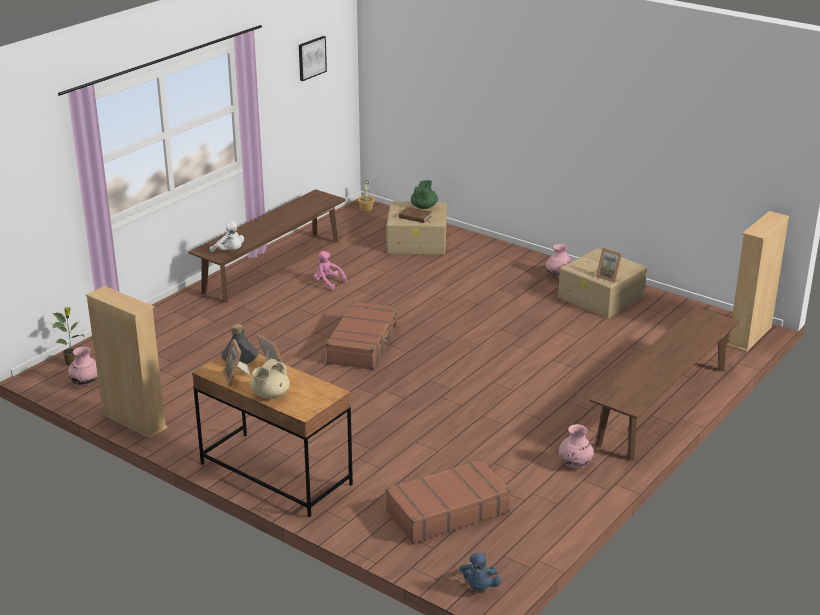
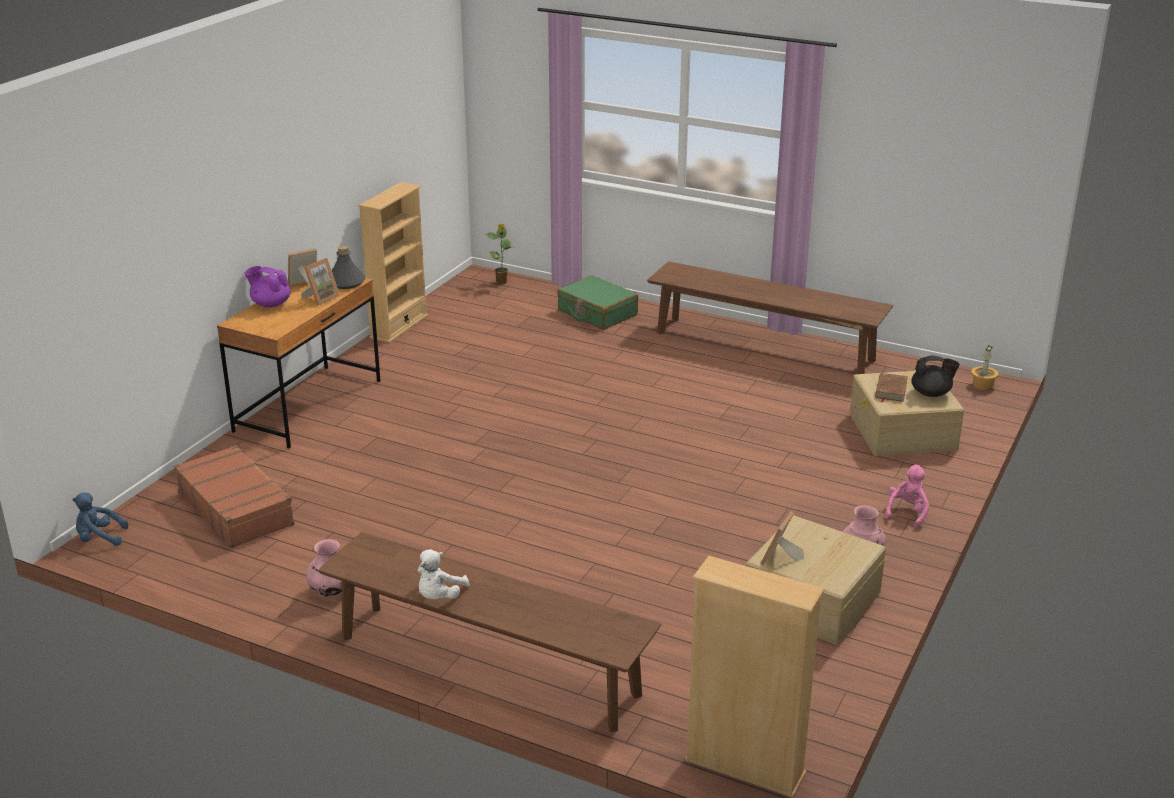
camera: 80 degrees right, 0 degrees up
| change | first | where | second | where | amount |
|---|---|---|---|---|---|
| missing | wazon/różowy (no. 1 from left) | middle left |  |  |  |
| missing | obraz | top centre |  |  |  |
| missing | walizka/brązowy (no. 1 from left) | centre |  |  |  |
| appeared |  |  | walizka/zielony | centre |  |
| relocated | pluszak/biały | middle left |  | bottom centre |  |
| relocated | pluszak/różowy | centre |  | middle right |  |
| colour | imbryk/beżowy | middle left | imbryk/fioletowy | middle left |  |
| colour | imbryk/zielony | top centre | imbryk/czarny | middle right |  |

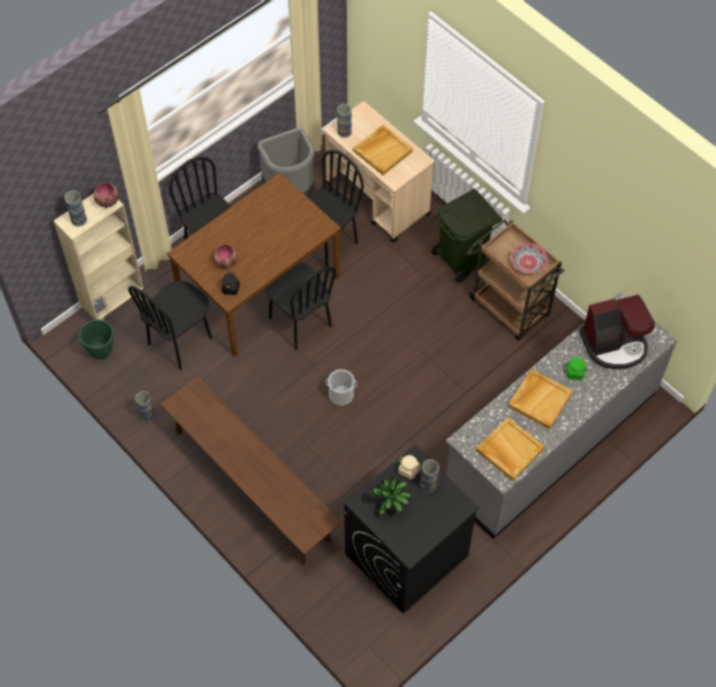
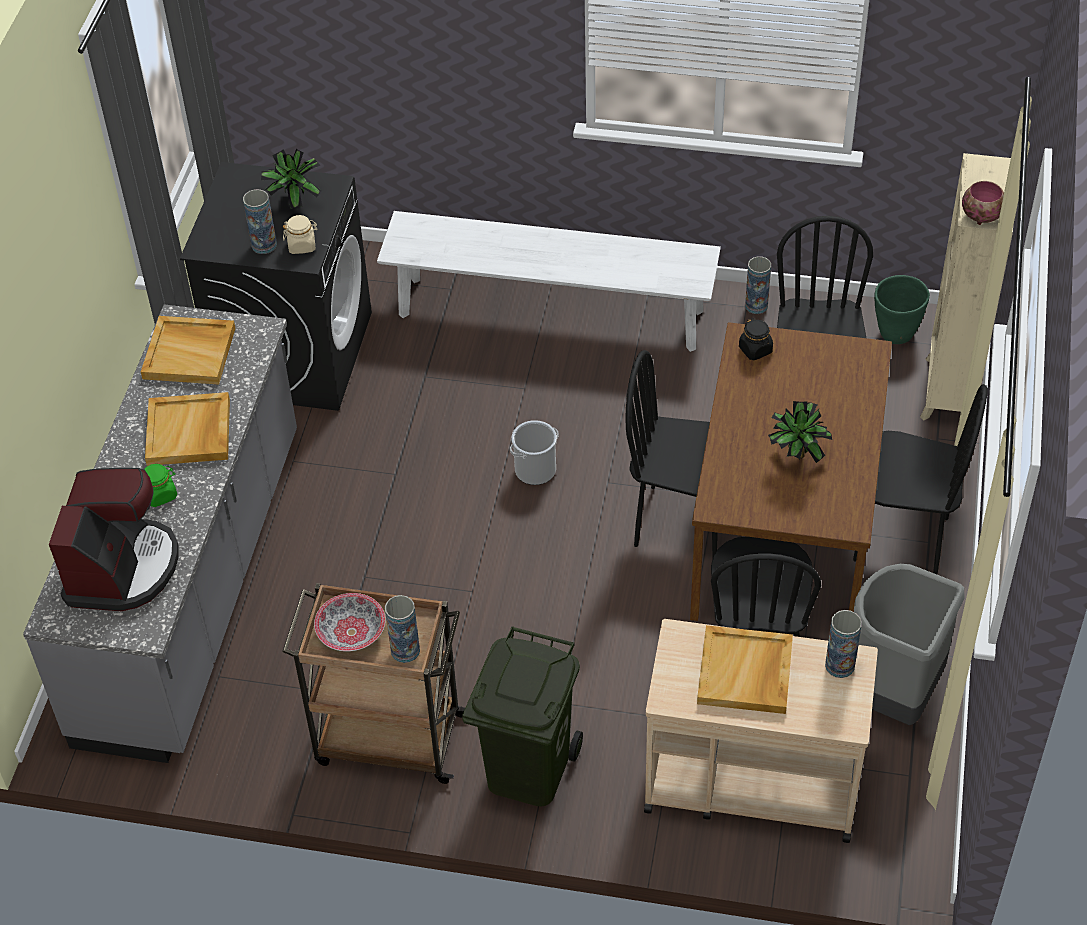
camera: 145 degrees right, 10 degrees down
| change | first | where | second | where | amount |
|---|---|---|---|---|---|
| missing | miska (no. 2 from left) | middle left |  |  |  |
| appeared |  |  | roślina doniczkowa (no. 2 from left) | middle right |  |
| relocated | wazon (no. 1 from left in the first image) | top left | wazon (no. 2 from left) | bottom centre |  |
| colour | ławka/brązowy | bottom centre | ławka/biały | top centre |  |
| spun | ekspres do kawy | middle right |  | middle left | 150 degrees clockwise |

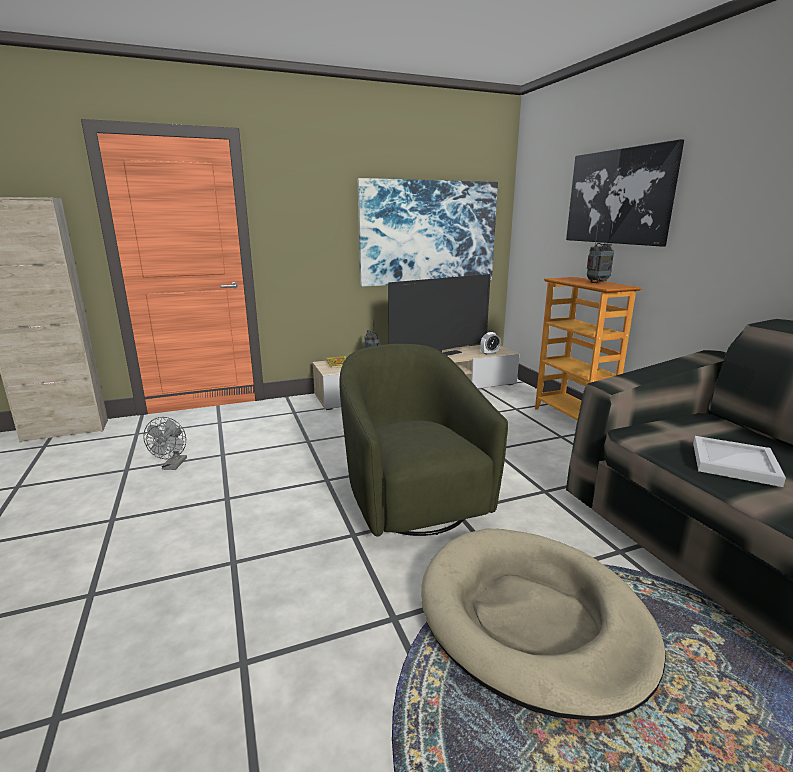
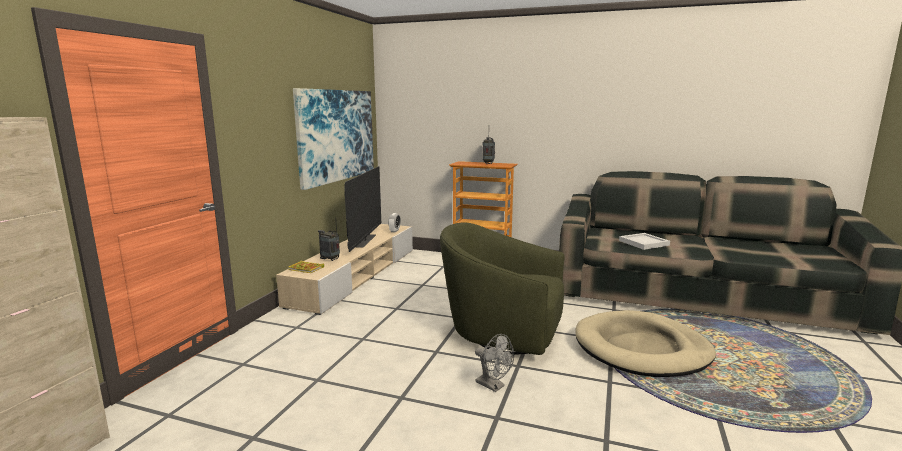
camera: 50 degrees left, 5 degrees down
| change | first | where | second | where | amount |
|---|---|---|---|---|---|
| missing | obraz (no. 2 from left) | top right |  |  |  |
| relocated | wentylator/szary | middle left |  | bottom centre |  |

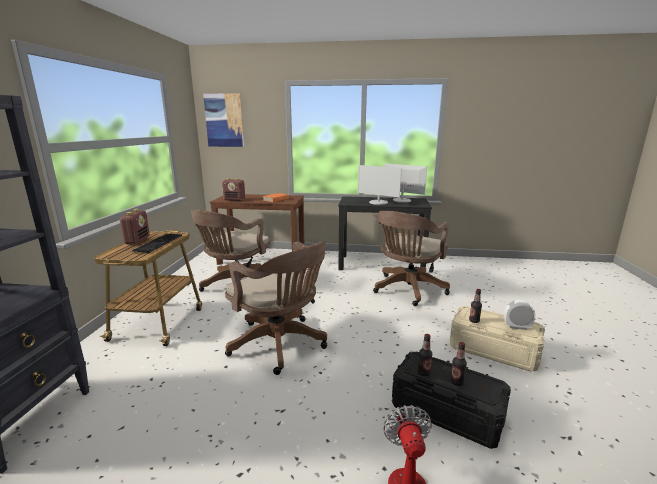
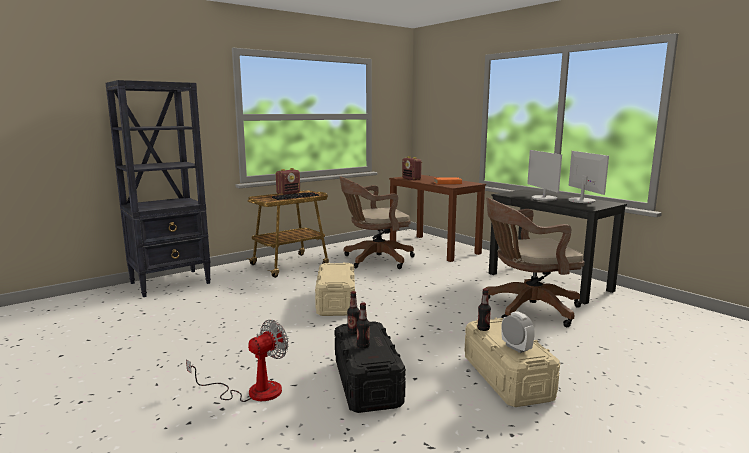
camera: 45 degrees right, 5 degrees down
| change | first | where | second | where | amount |
|---|---|---|---|---|---|
| missing | obraz | top centre |  |  |  |
| exchanged | krzesło biurowe/brązowy (no. 2 from left) | centre | pojemnik do przechowywania/beżowy (no. 1 from left) | centre |  |

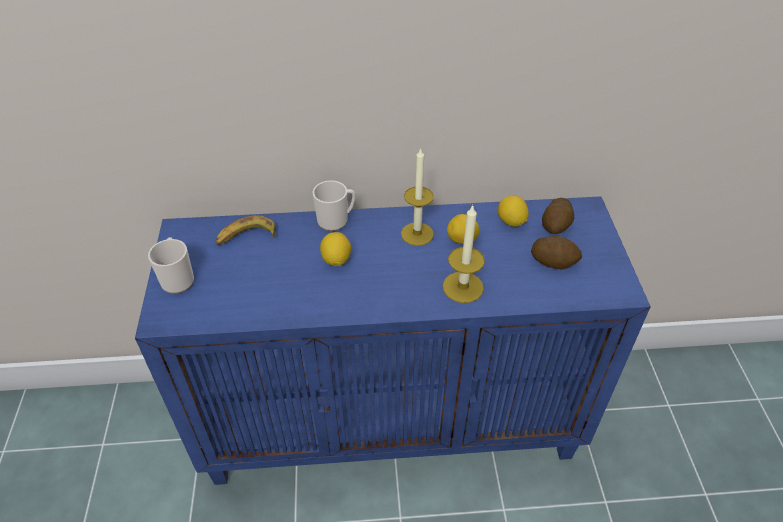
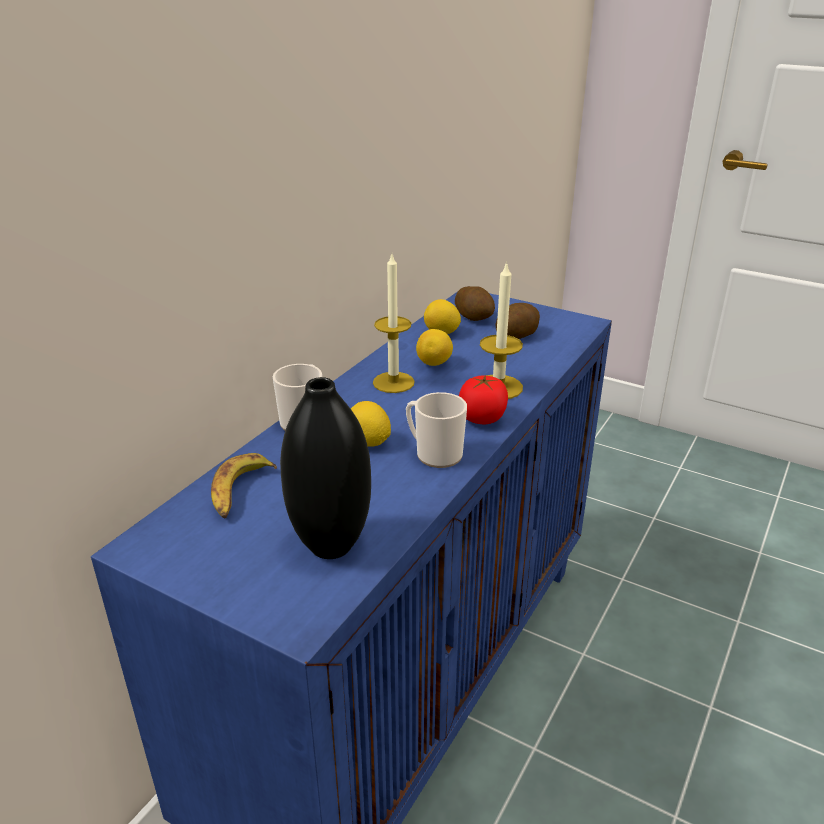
camera: 55 degrees left, 15 degrees down
| change | first | where | second | where | amount |
|---|---|---|---|---|---|
| appeared |  |  | wazon/czarny | centre |  |
| appeared |  |  | pomidor | centre |  |
| relocated | kubek (no. 1 from left in the first image) | middle left | kubek (no. 2 from left) | centre |  |

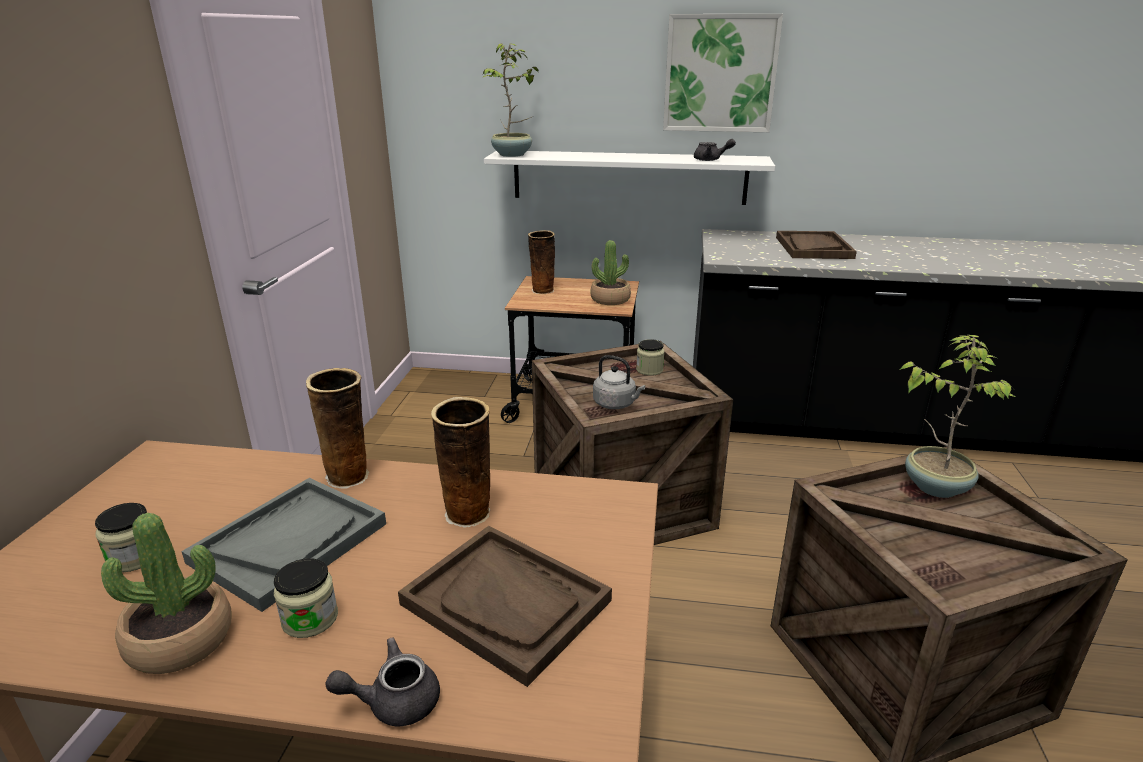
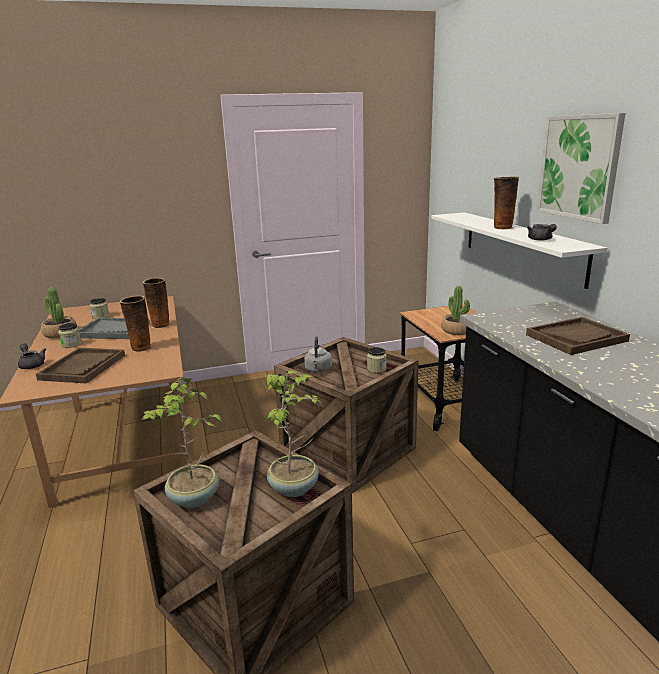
camera: 65 degrees right, 5 degrees down
| change | first | where | second | where | amount |
|---|---|---|---|---|---|
| relocated | roślina doniczkowa (no. 2 from left) | top centre |  | middle left |  |
| relocated | wazon (no. 3 from left) | centre |  | top right |  |

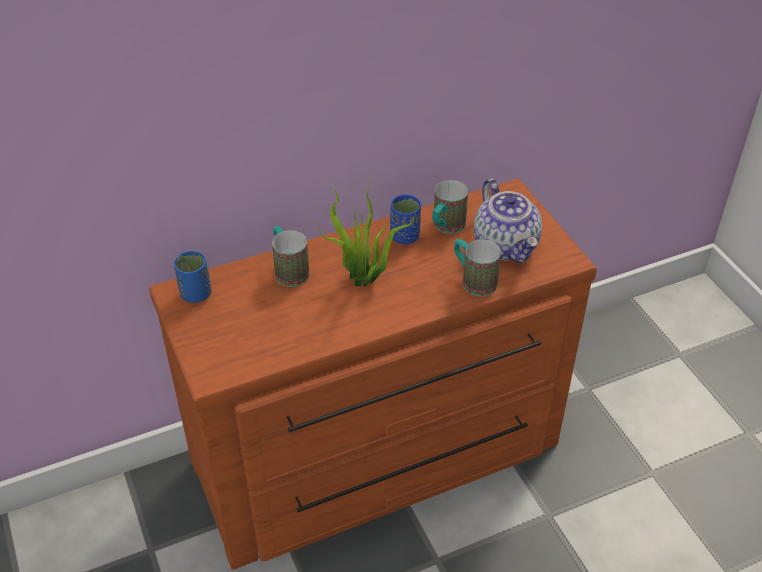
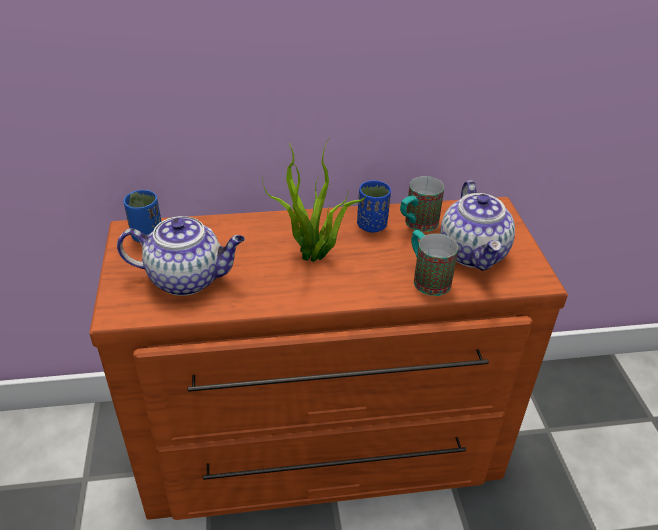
camera: 15 degrees right, 5 degrees down
| change | first | where | second | where | amount |
|---|---|---|---|---|---|
| missing | kubek (no. 1 from left) | centre |  |  |  |
| appeared |  |  | imbryk (no. 1 from left) | middle left |  |

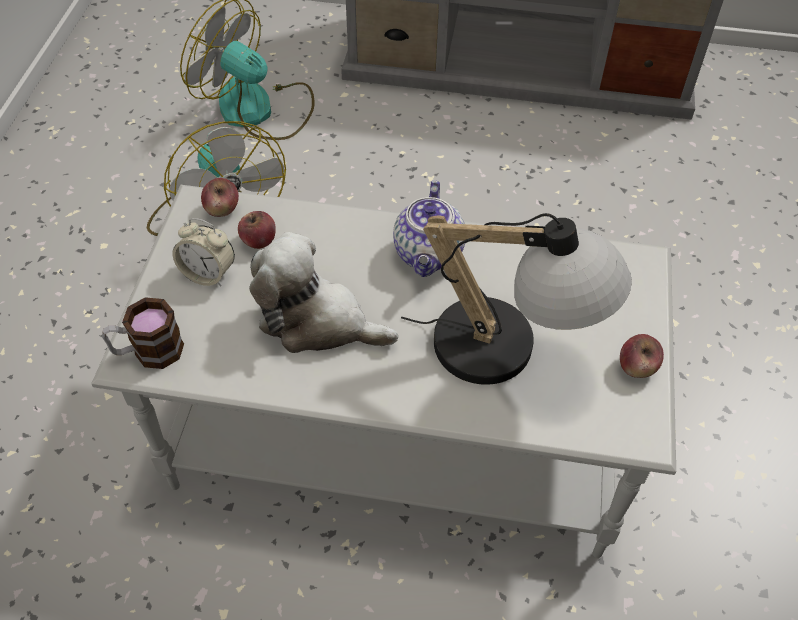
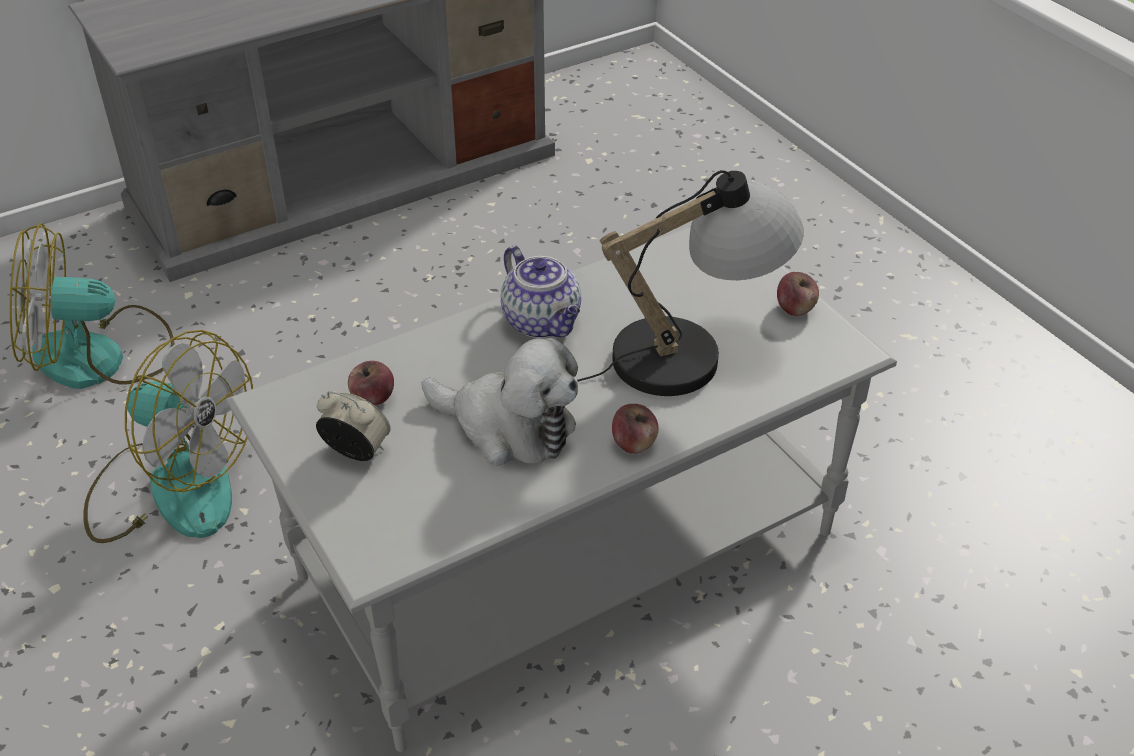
camera: 40 degrees left, 10 degrees down
| change | first | where | second | where | amount |
|---|---|---|---|---|---|
| missing | kubek | middle left |  |  |  |
| relocated | jabłko (no. 1 from left in the first image) | top left | jabłko (no. 2 from left) | centre |  |
| spun | budzik | middle left |  | middle left | 135 degrees counterclockwise |
| spun | pluszak | centre |  | centre | 135 degrees counterclockwise |

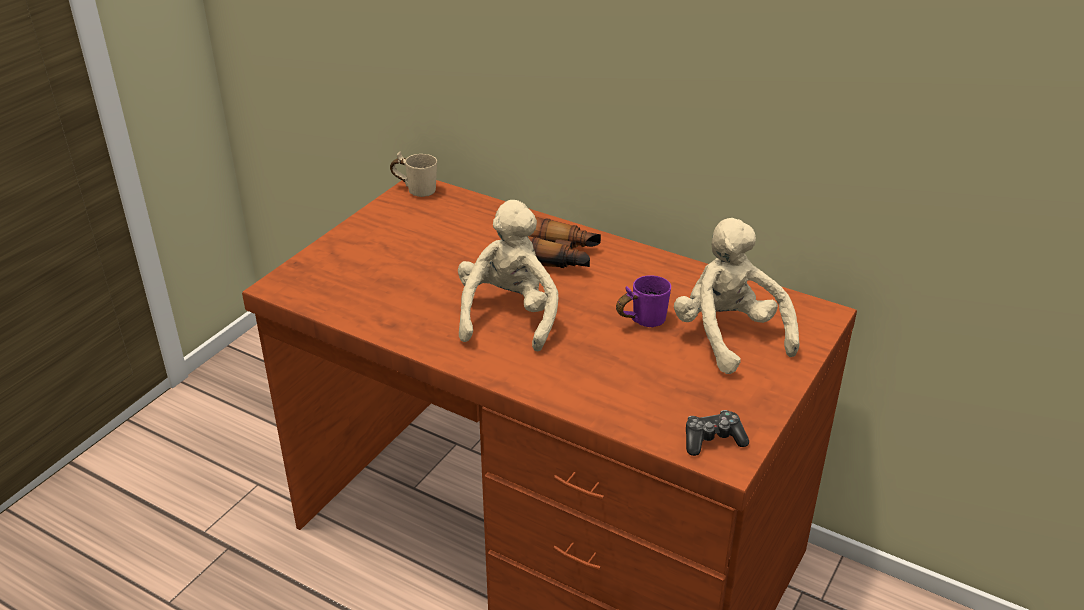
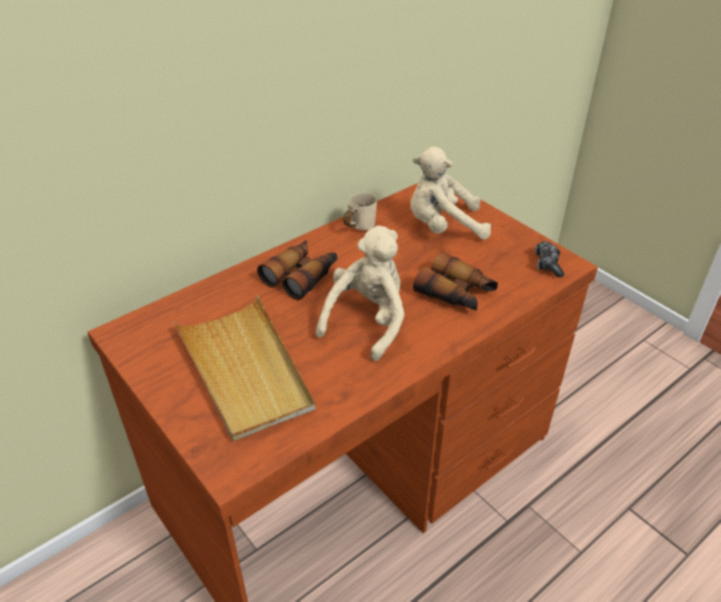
camera: 70 degrees left, 5 degrees up
| change | first | where | second | where | amount |
|---|---|---|---|---|---|
| missing | kubek/fioletowy | centre |  |  |  |
| appeared |  |  | taca/beżowy | centre |  |
| appeared |  |  | lornetka (no. 2 from left) | centre |  |
| relocated | kubek/beżowy | top centre |  | centre |  |
| spun | pluszak/beżowy (no. 1 from left) | centre |  | centre | 90 degrees clockwise |

